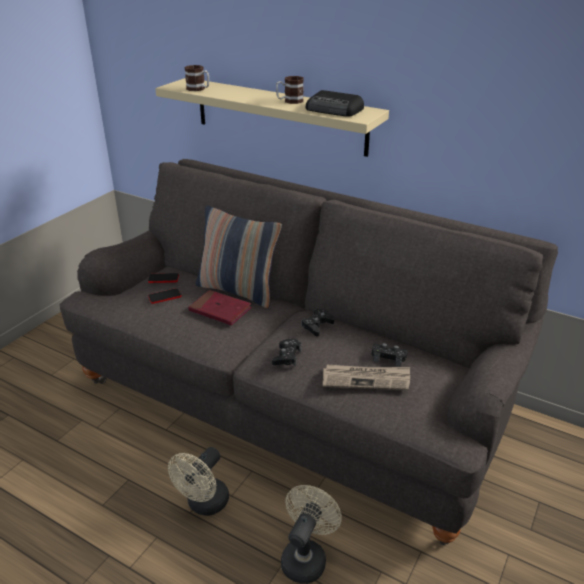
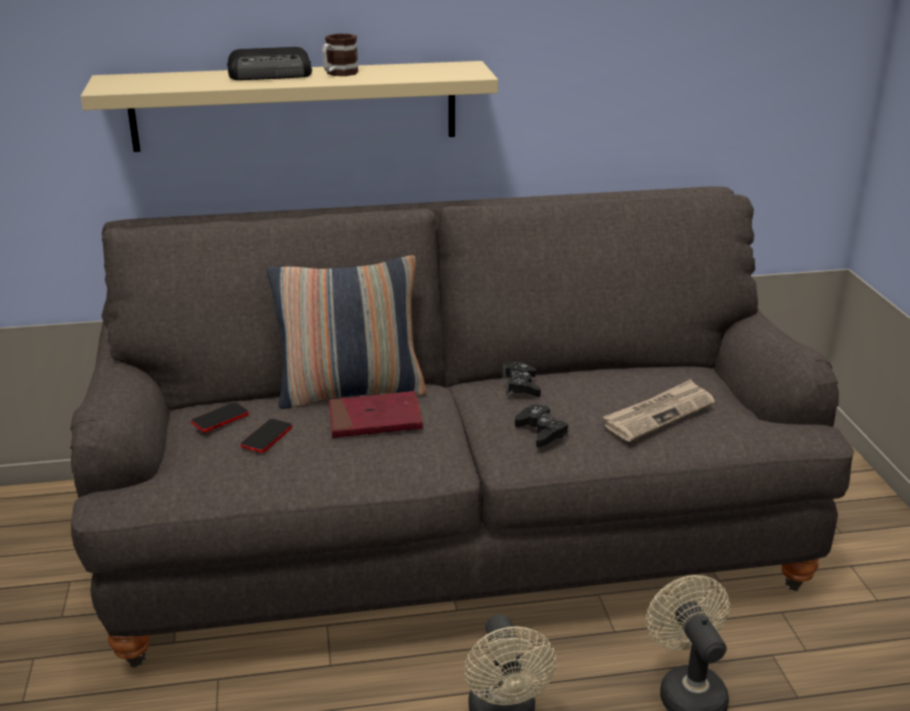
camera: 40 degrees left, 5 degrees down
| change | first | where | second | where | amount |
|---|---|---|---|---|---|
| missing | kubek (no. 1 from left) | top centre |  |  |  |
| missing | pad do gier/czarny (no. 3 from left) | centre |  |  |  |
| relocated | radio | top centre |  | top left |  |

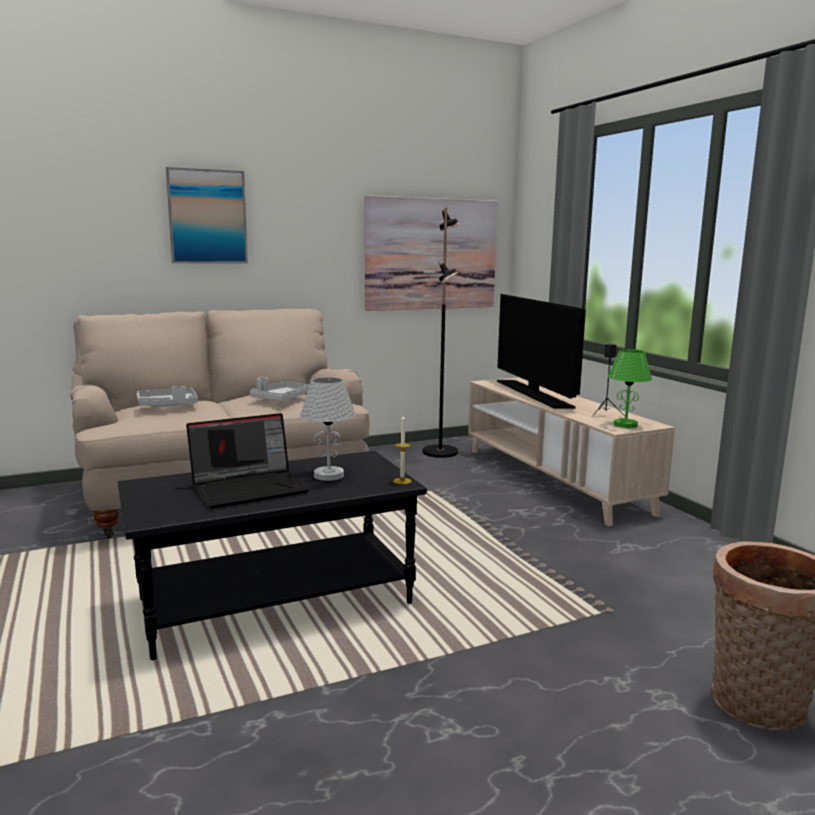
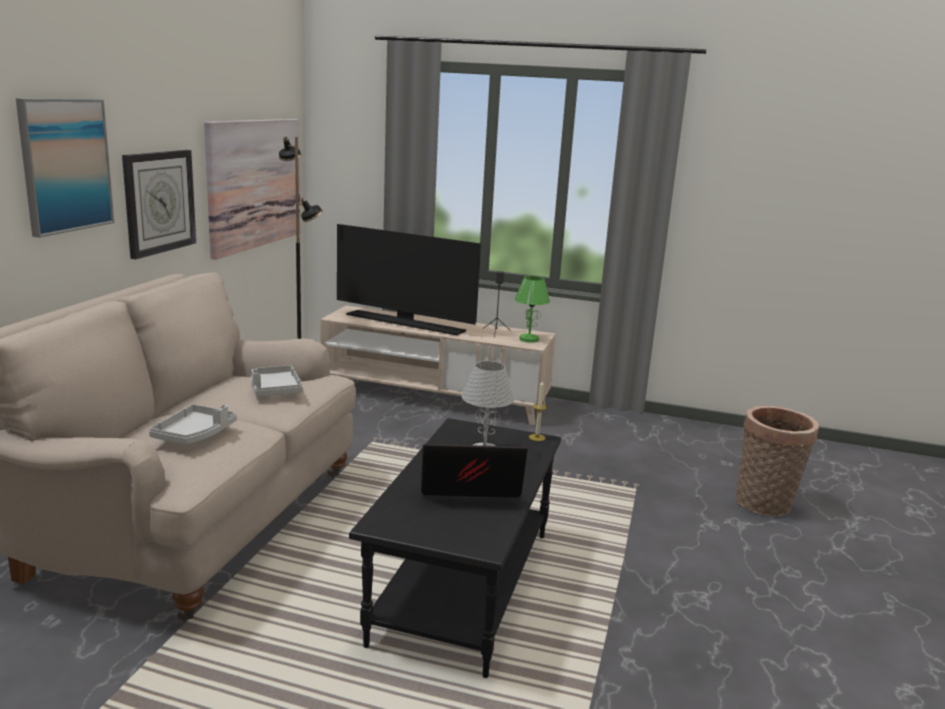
camera: 50 degrees left, 5 degrees up
| change | first | where | second | where | amount |
|---|---|---|---|---|---|
| appeared |  |  | zegar ścienny | top left |  |
| spun | laptop | middle left |  | centre | 105 degrees counterclockwise |

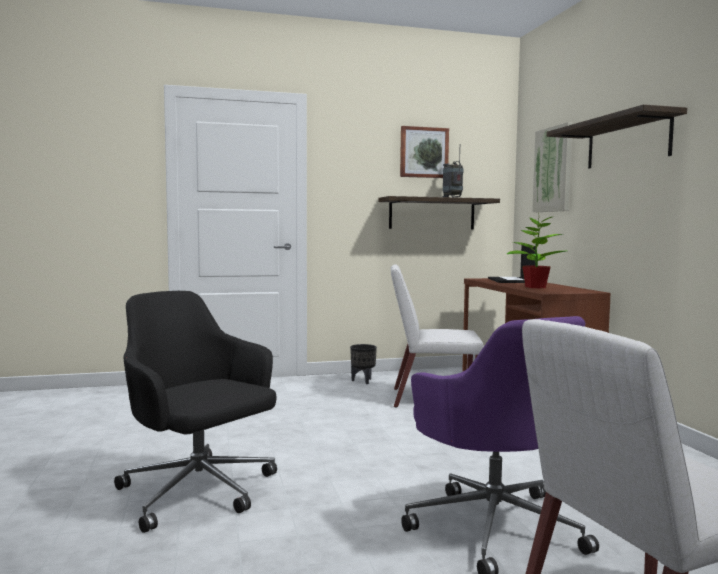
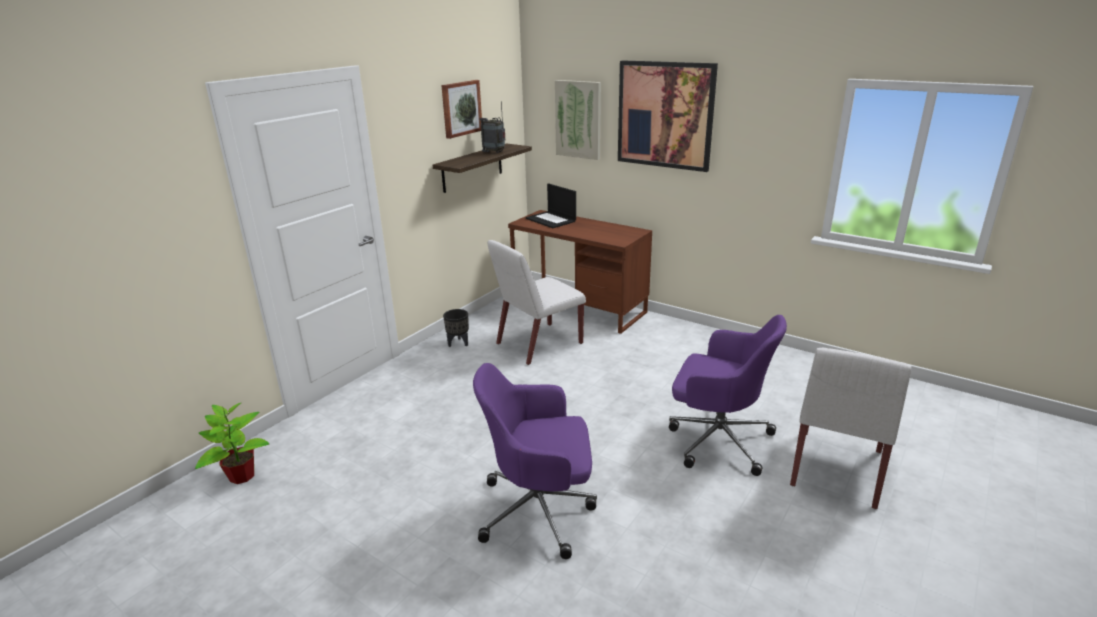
camera: 40 degrees left, 20 degrees up
| change | first | where | second | where | amount |
|---|---|---|---|---|---|
| relocated | roślina doniczkowa | middle right |  | bottom left |  |
| exchanged | półka (no. 2 from left) | top right | obraz (no. 3 from left) | top centre |  |
| colour | krzesło biurowe/czarny | bottom left | krzesło biurowe/fioletowy (no. 1 from left) | bottom centre |  |

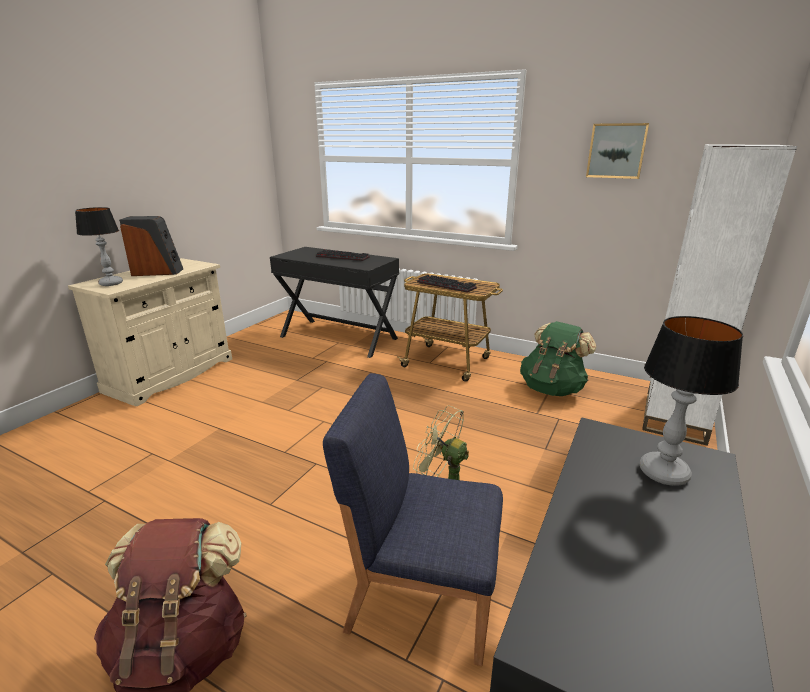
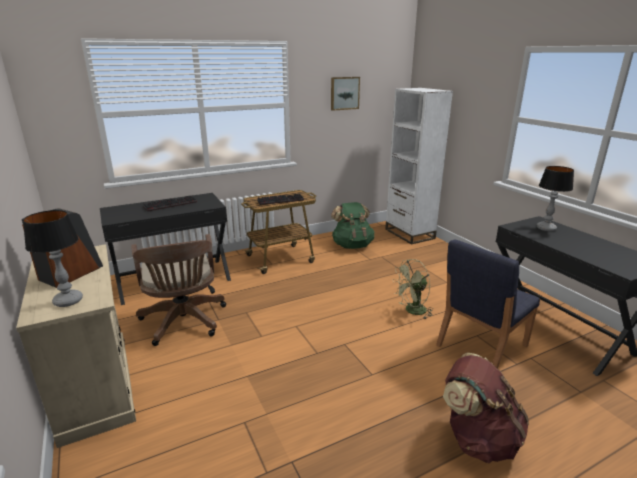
camera: 55 degrees left, 0 degrees up
| change | first | where | second | where | amount |
|---|---|---|---|---|---|
| appeared |  |  | krzesło biurowe/brązowy | middle left |  |

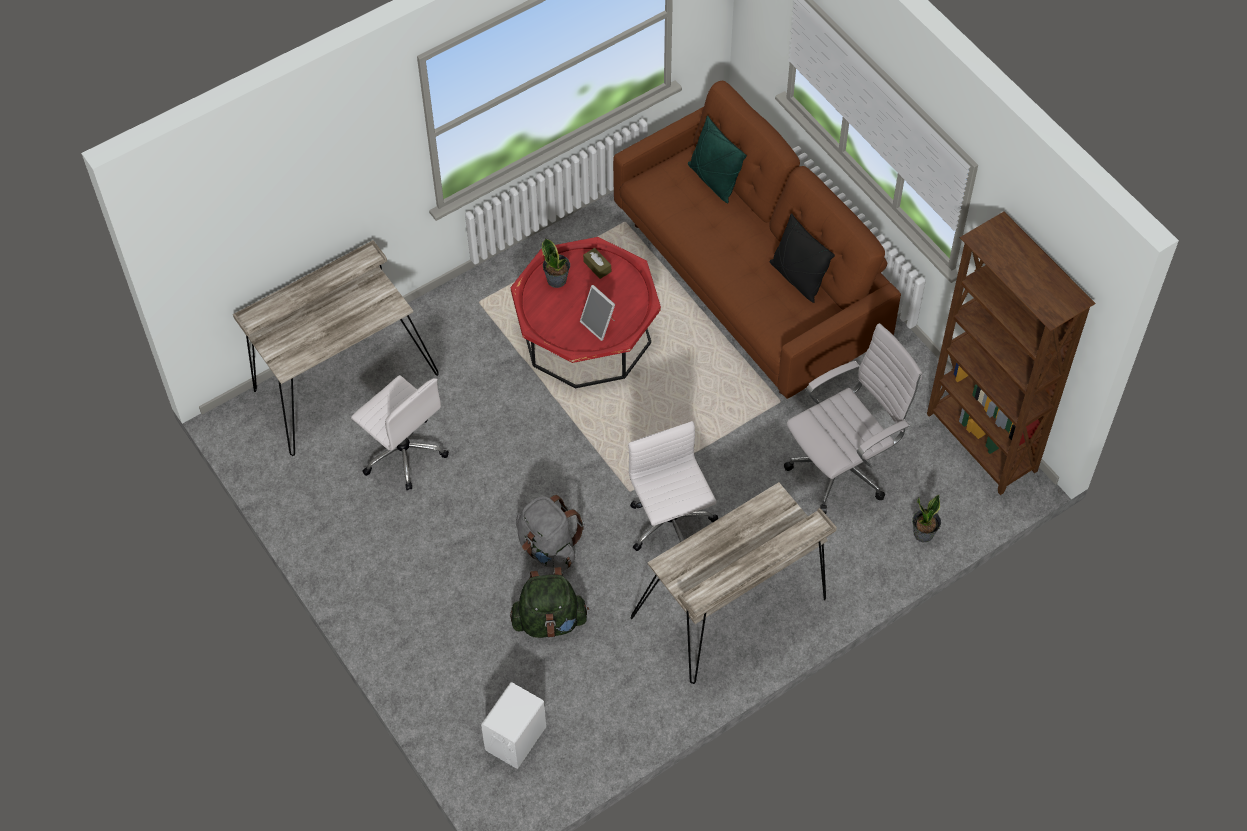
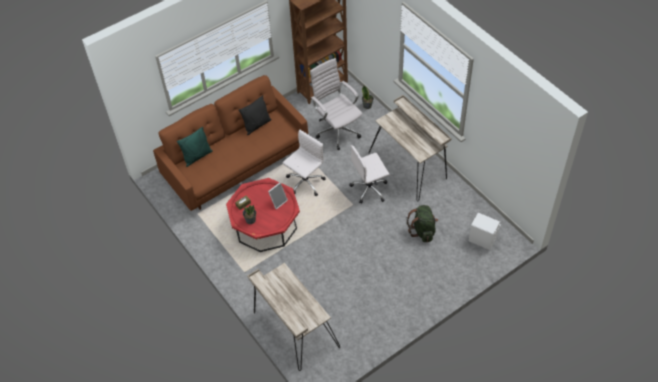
camera: 90 degrees left, 5 degrees down
| change | first | where | second | where | amount |
|---|---|---|---|---|---|
| missing | plecak/szary | centre |  |  |  |
| relocated | krzesło biurowe/biały (no. 1 from left) | middle left |  | centre |  |

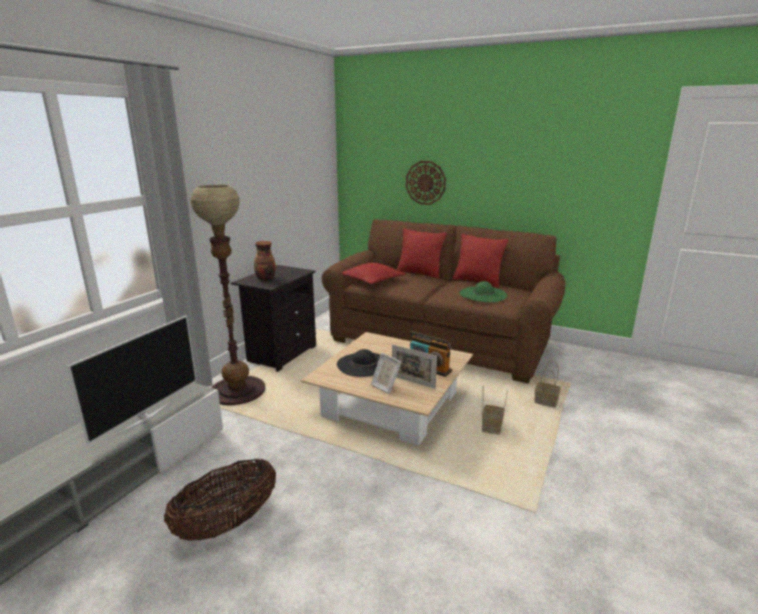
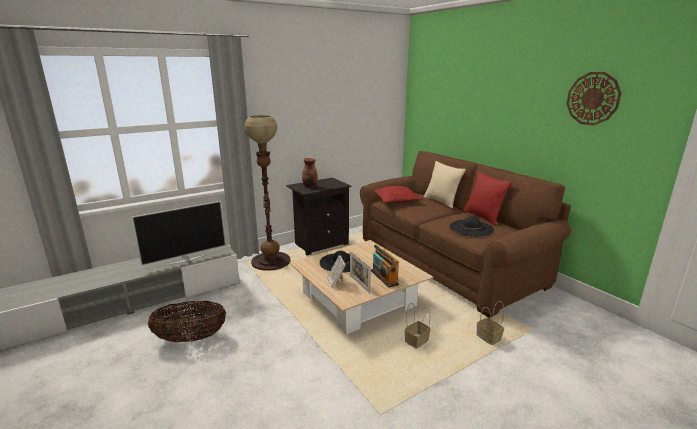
camera: 30 degrees right, 0 degrees up
| change | first | where | second | where | amount |
|---|---|---|---|---|---|
| relocated | zegar ścienny | top centre |  | top right |  |
| colour | poduszka/czerwony (no. 2 from left) | centre | poduszka/beżowy | centre |  |
| colour | kapelusz/zielony | centre | kapelusz/czarny (no. 2 from left) | middle right |  |

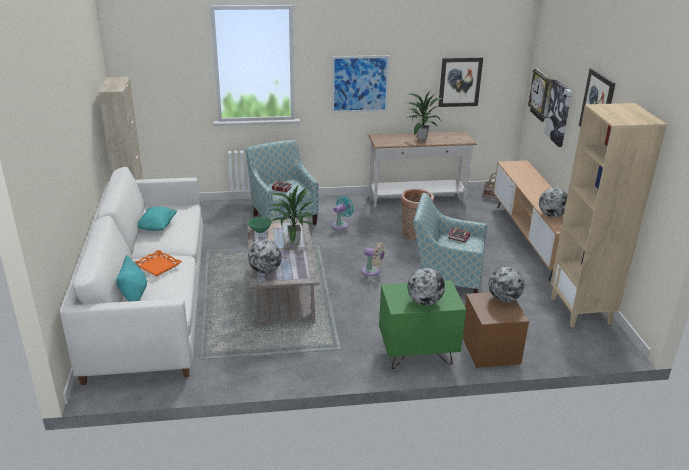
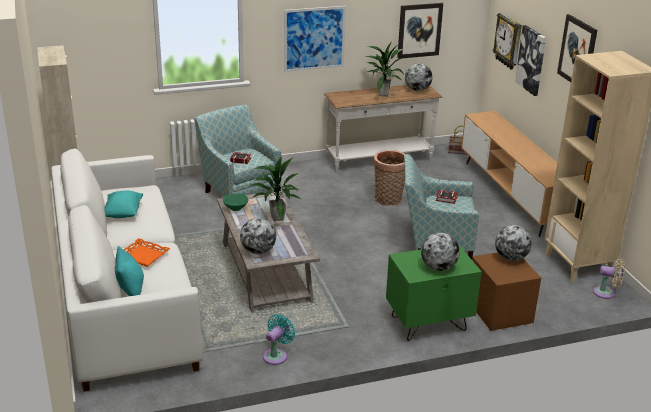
camera: 10 degrees left, 0 degrees up
| change | first | where | second | where | amount |
|---|---|---|---|---|---|
| relocated | wentylator/turkusowy | centre |  | bottom centre |  |
| relocated | wentylator/beżowy | centre |  | bottom right |  |
| relocated | globus (no. 4 from left in the first image) | middle right | globus (no. 2 from left) | top centre |  |

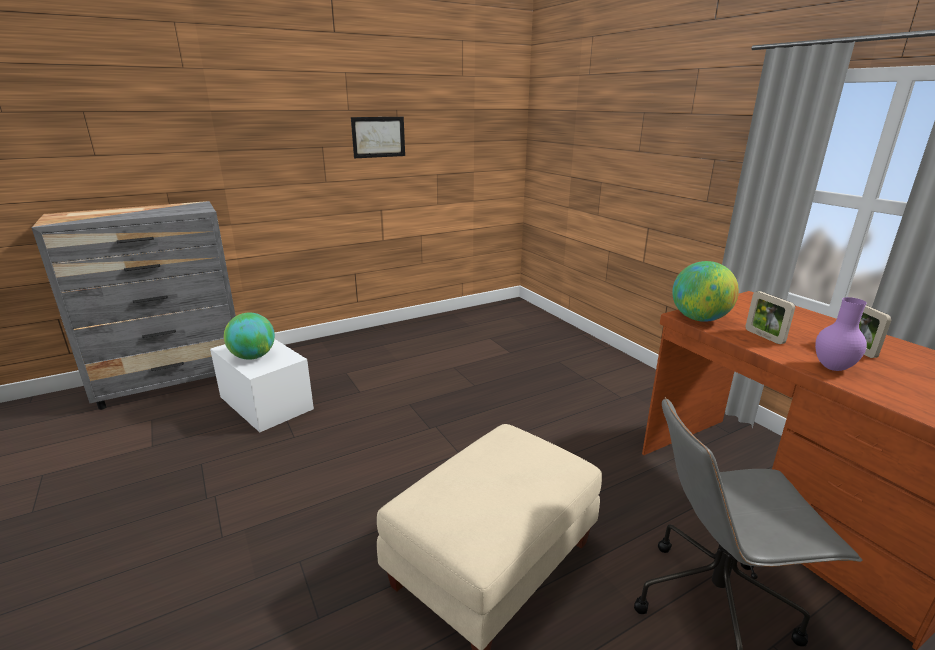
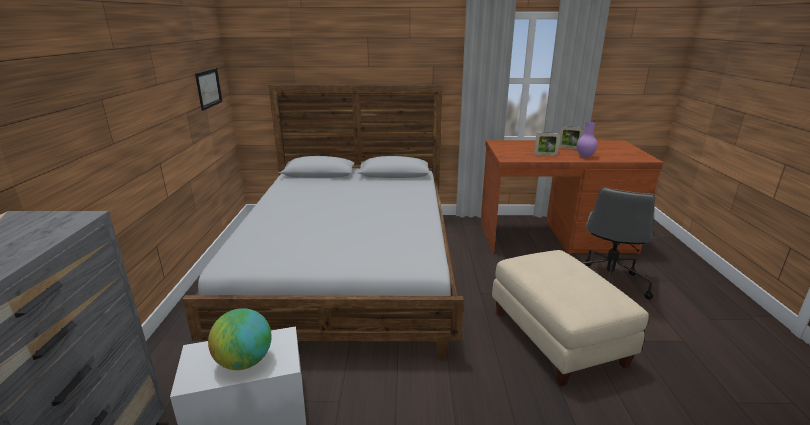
camera: 60 degrees left, 0 degrees up
| change | first | where | second | where | amount |
|---|---|---|---|---|---|
| missing | globus (no. 2 from left) | middle right |  |  |  |
| appeared |  |  | łóżko | centre |  |
| relocated | obraz | top centre |  | top left |  |

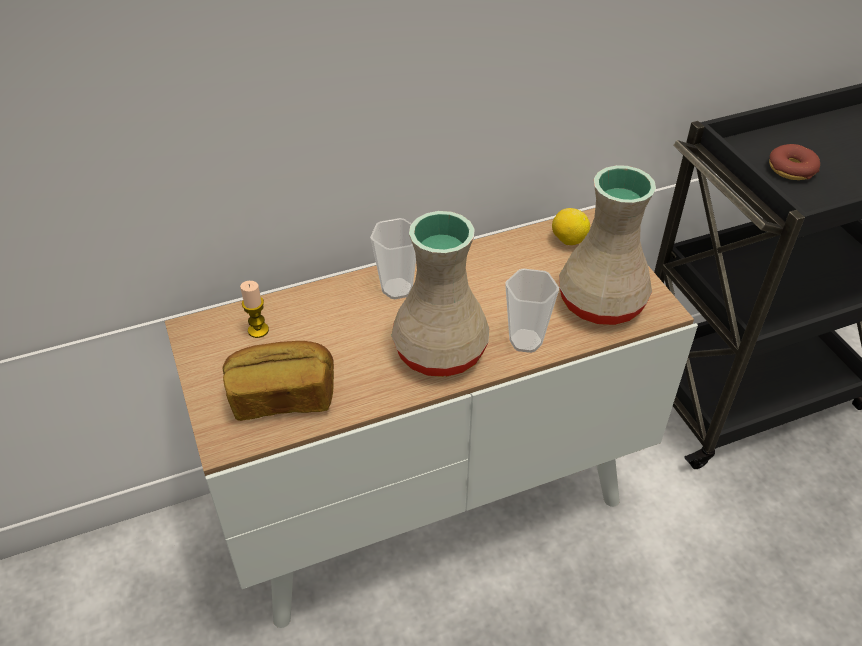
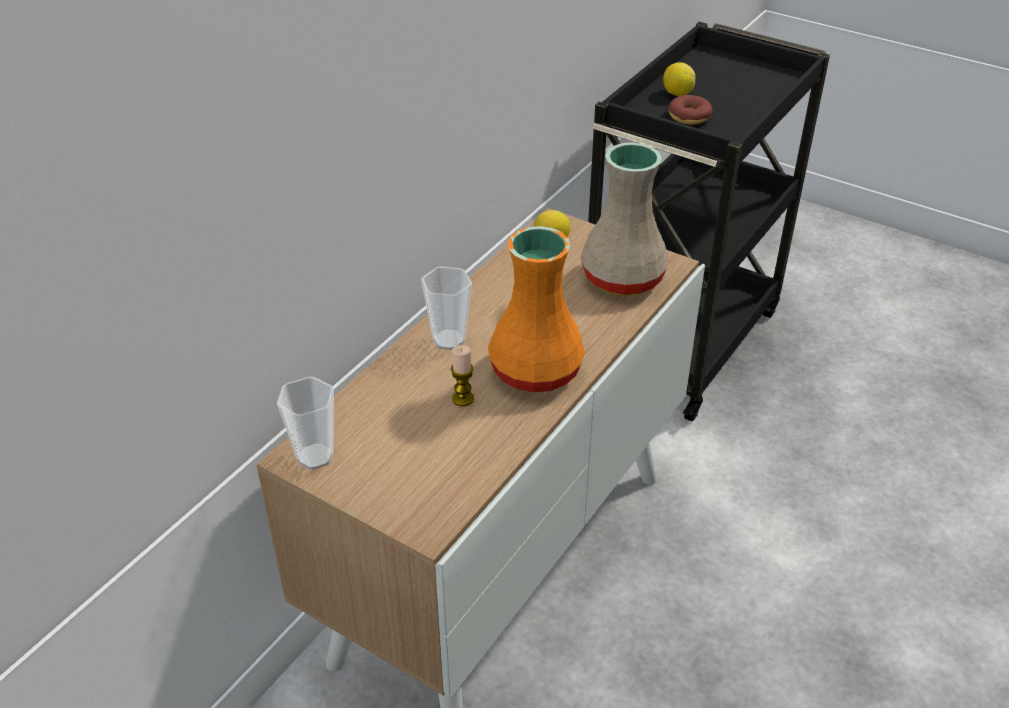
camera: 35 degrees left, 5 degrees down
| change | first | where | second | where | amount |
|---|---|---|---|---|---|
| missing | chleb | middle left |  |  |  |
| appeared |  |  | cytryna (no. 2 from left) | top right |  |
| relocated | świeca | middle left |  | centre |  |
| relocated | filiżanka (no. 2 from left in the first image) | centre | filiżanka (no. 1 from left) | middle left |  |
| colour | wazon/beżowy (no. 1 from left) | centre | wazon/pomarańczowy | centre |  |

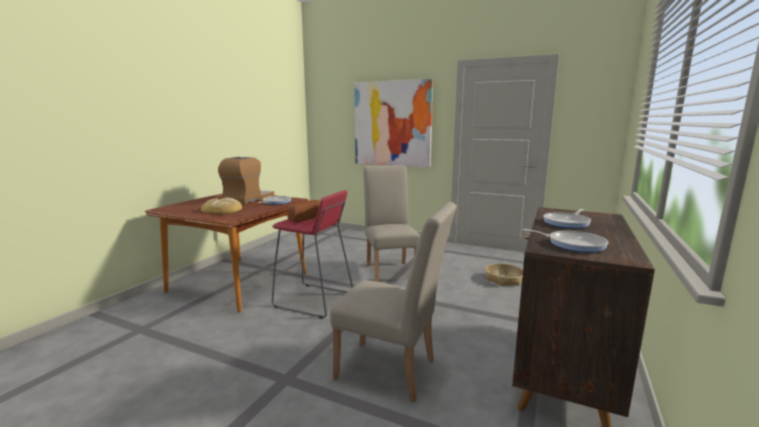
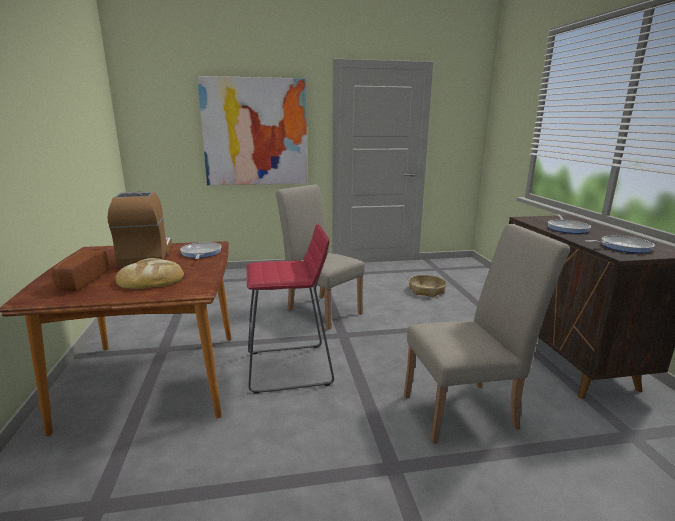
camera: 35 degrees left, 5 degrees up
| change | first | where | second | where | amount |
|---|---|---|---|---|---|
| relocated | chleb (no. 2 from left in the first image) | centre | chleb (no. 1 from left) | middle left |  |

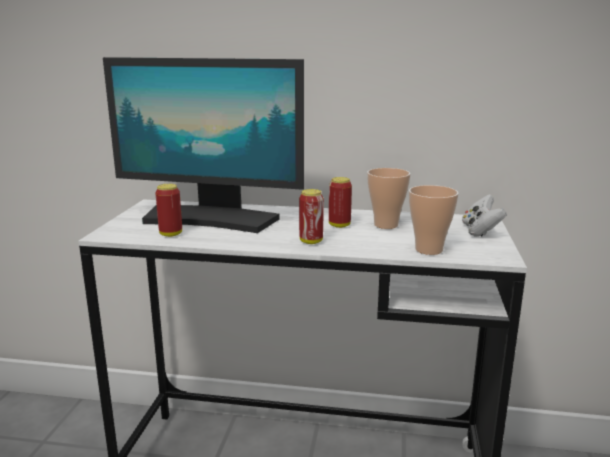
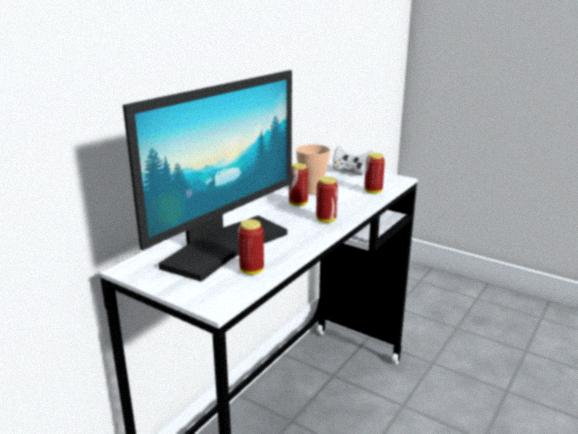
camera: 65 degrees left, 5 degrees up
| change | first | where | second | where | amount |
|---|---|---|---|---|---|
| exchanged | filiżanka (no. 2 from left) | middle right | puszka (no. 4 from left) | centre |  |

